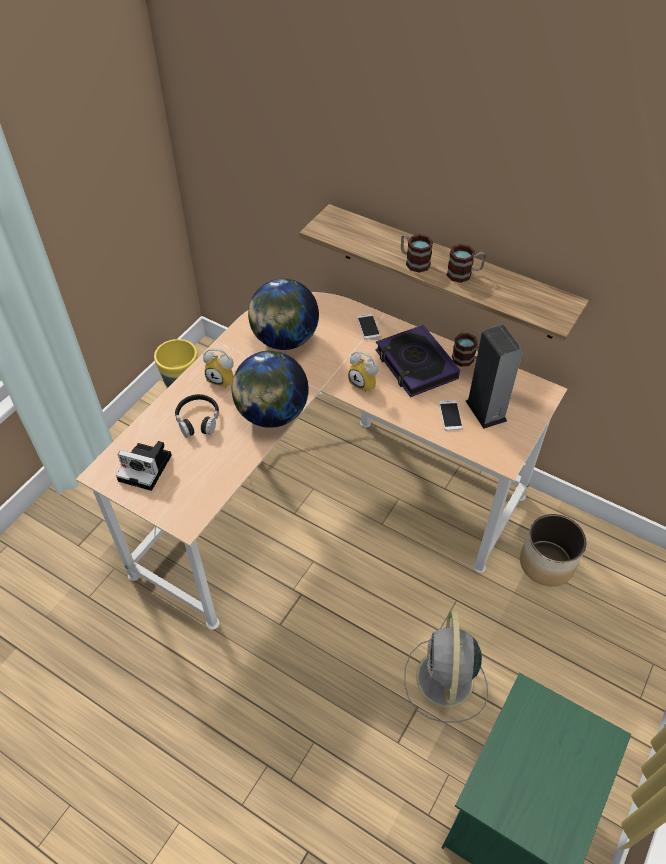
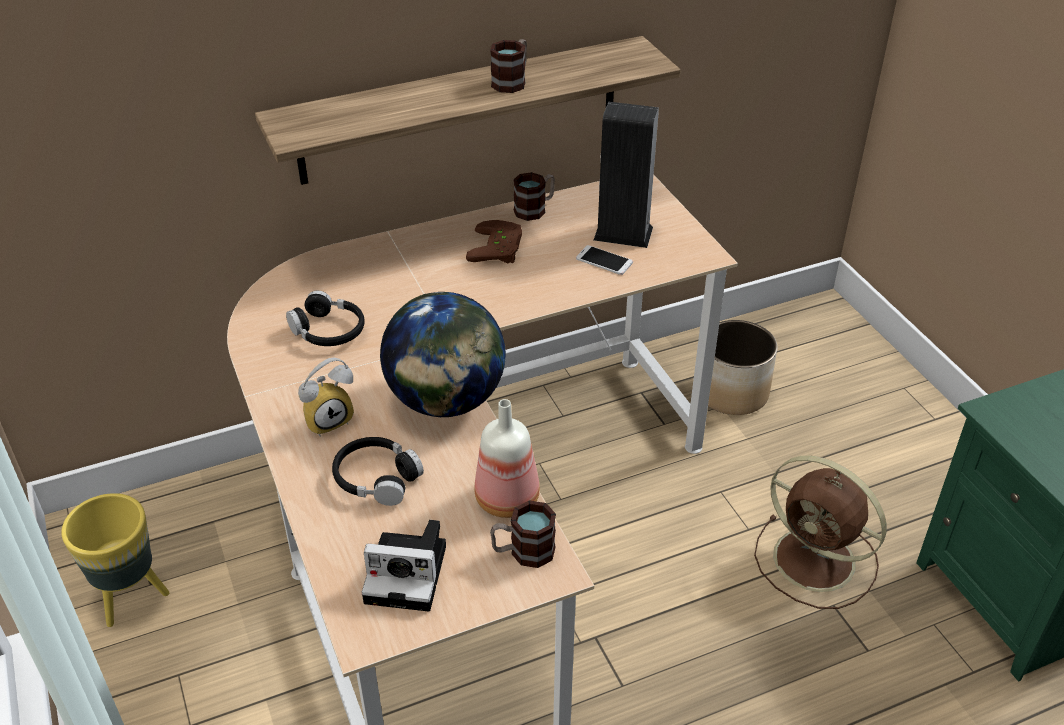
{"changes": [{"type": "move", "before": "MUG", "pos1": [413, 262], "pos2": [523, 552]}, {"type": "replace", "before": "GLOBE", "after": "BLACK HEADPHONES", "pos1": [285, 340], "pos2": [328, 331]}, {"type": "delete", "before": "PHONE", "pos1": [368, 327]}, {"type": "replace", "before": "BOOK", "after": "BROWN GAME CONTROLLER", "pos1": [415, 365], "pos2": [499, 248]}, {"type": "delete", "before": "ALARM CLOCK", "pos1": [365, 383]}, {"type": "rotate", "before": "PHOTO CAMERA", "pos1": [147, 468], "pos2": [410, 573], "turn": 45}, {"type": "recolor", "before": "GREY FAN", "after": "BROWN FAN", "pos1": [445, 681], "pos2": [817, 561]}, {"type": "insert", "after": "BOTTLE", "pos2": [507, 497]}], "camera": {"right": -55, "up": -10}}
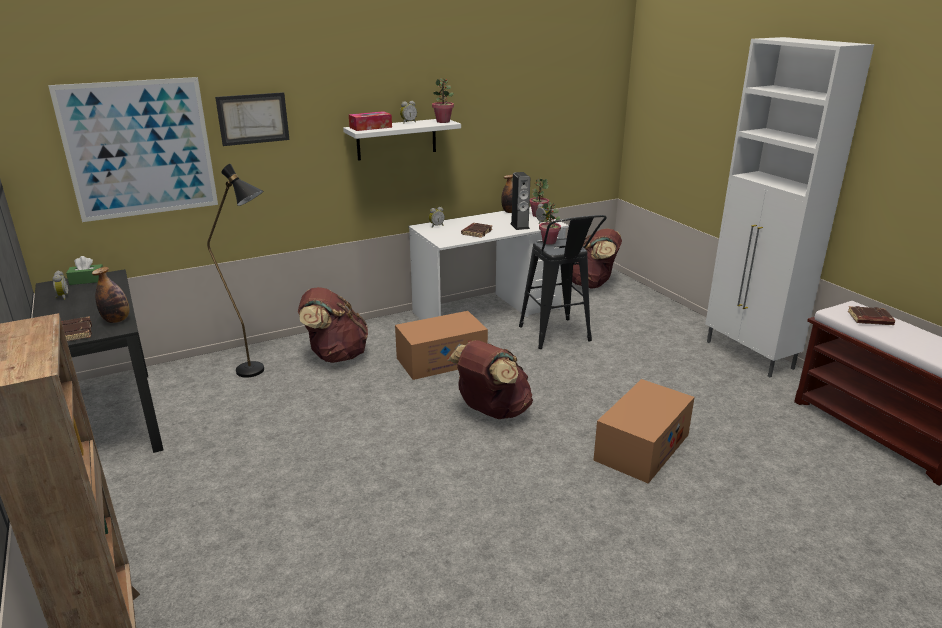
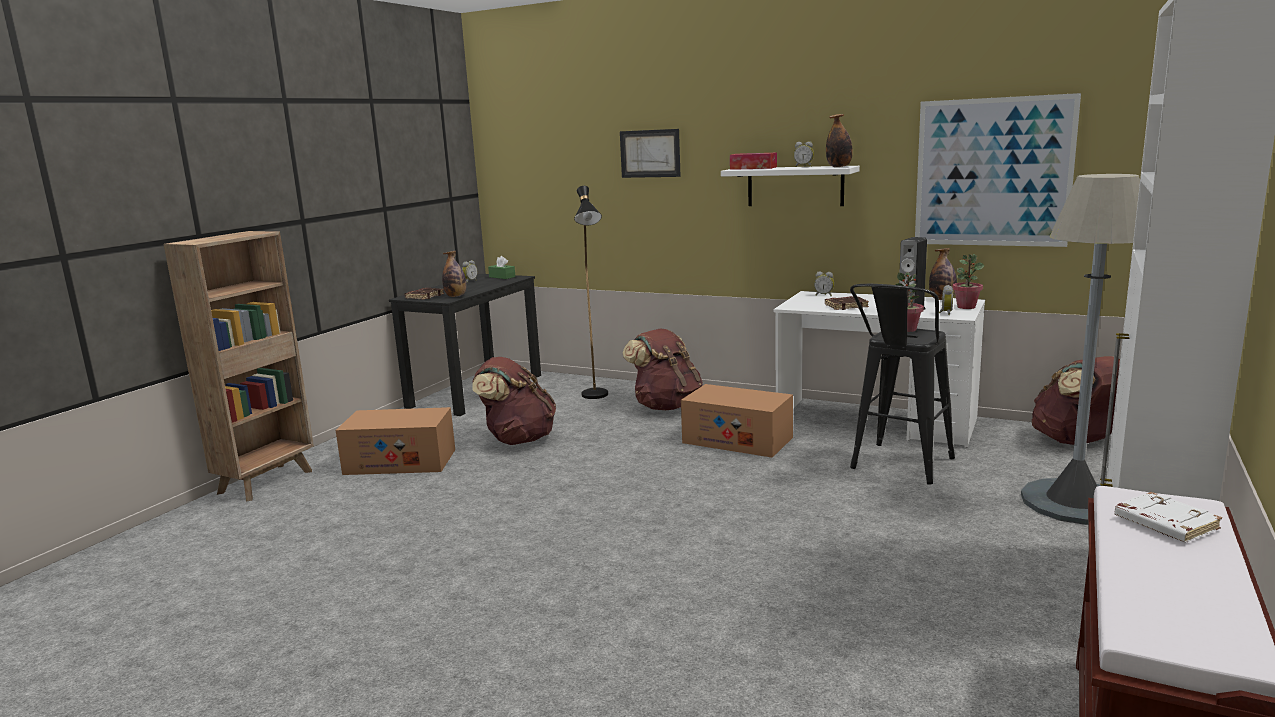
{"changes": [{"type": "move", "before": "PICTURE", "pos1": [139, 149], "pos2": [992, 172]}, {"type": "replace", "before": "POTTED PLANT", "after": "BOTTLE", "pos1": [443, 121], "pos2": [839, 167]}, {"type": "recolor", "before": "BROWN BOOK", "after": "WHITE BOOK", "pos1": [869, 319], "pos2": [1164, 523]}, {"type": "move", "before": "BROWN BACKPACK", "pos1": [491, 411], "pos2": [517, 439]}, {"type": "move", "before": "CARDBOARD BOX", "pos1": [642, 447], "pos2": [400, 461]}, {"type": "insert", "after": "GREY FLOOR LAMP", "pos2": [1074, 502]}], "camera": {"right": 55, "up": -10}}
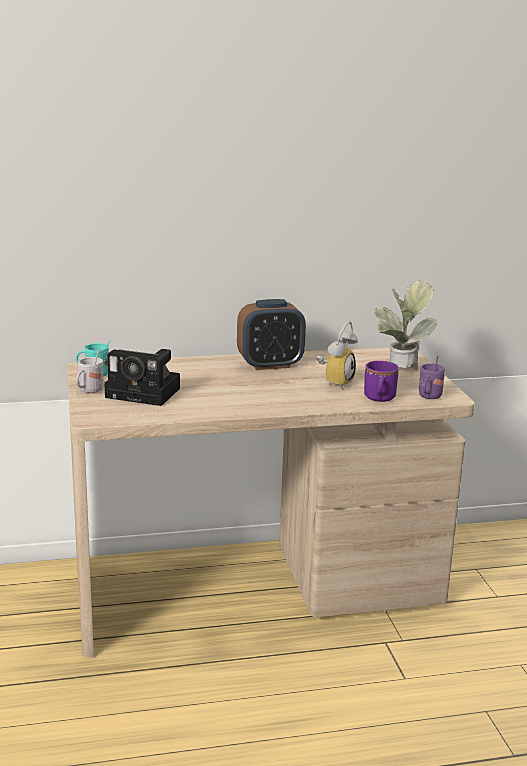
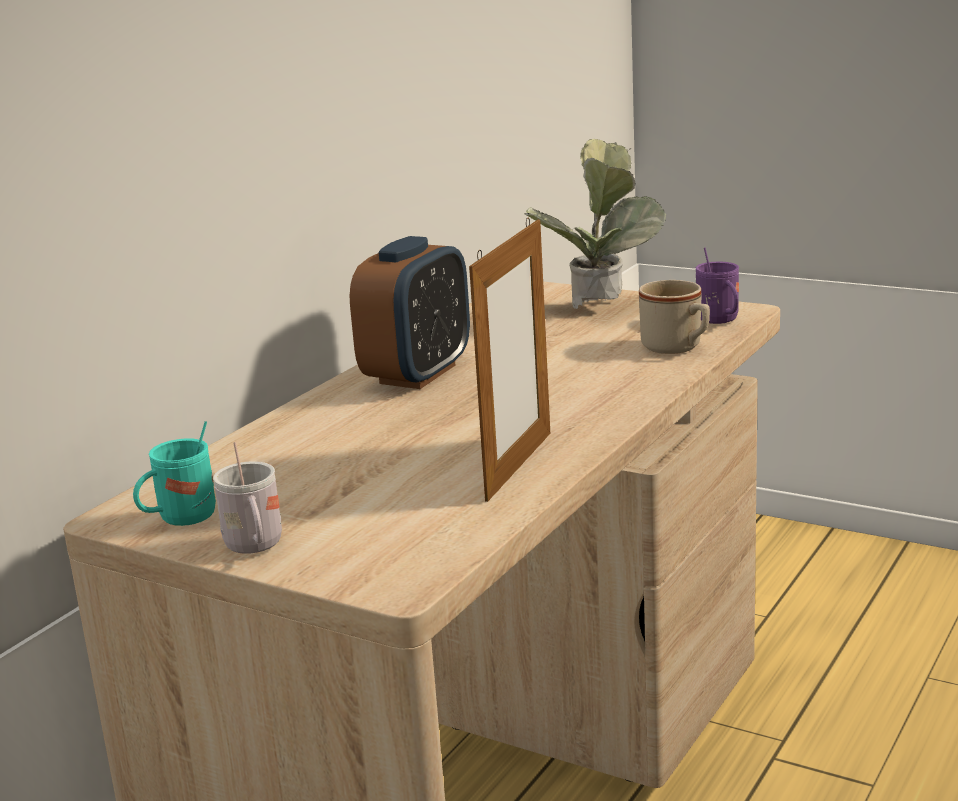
{"changes": [{"type": "delete", "before": "ALARM CLOCK", "pos1": [335, 382]}, {"type": "delete", "before": "PHOTO CAMERA", "pos1": [146, 393]}, {"type": "recolor", "before": "PURPLE MUG", "after": "BEIGE MUG", "pos1": [379, 398], "pos2": [677, 348]}, {"type": "insert", "after": "PICTURE FRAME", "pos2": [519, 465]}], "camera": {"right": -45, "up": 0}}
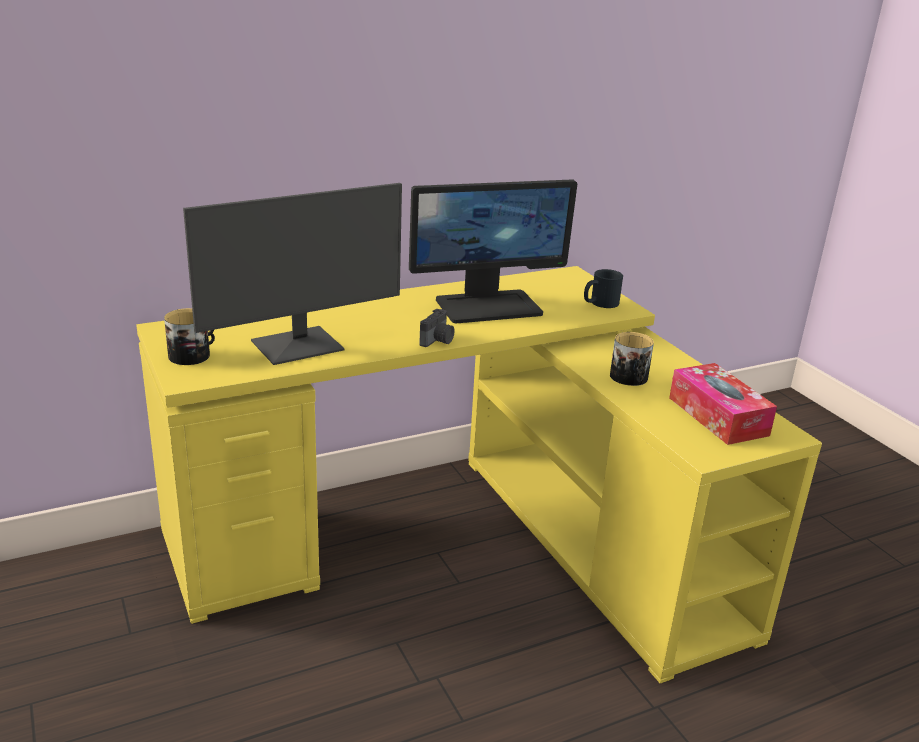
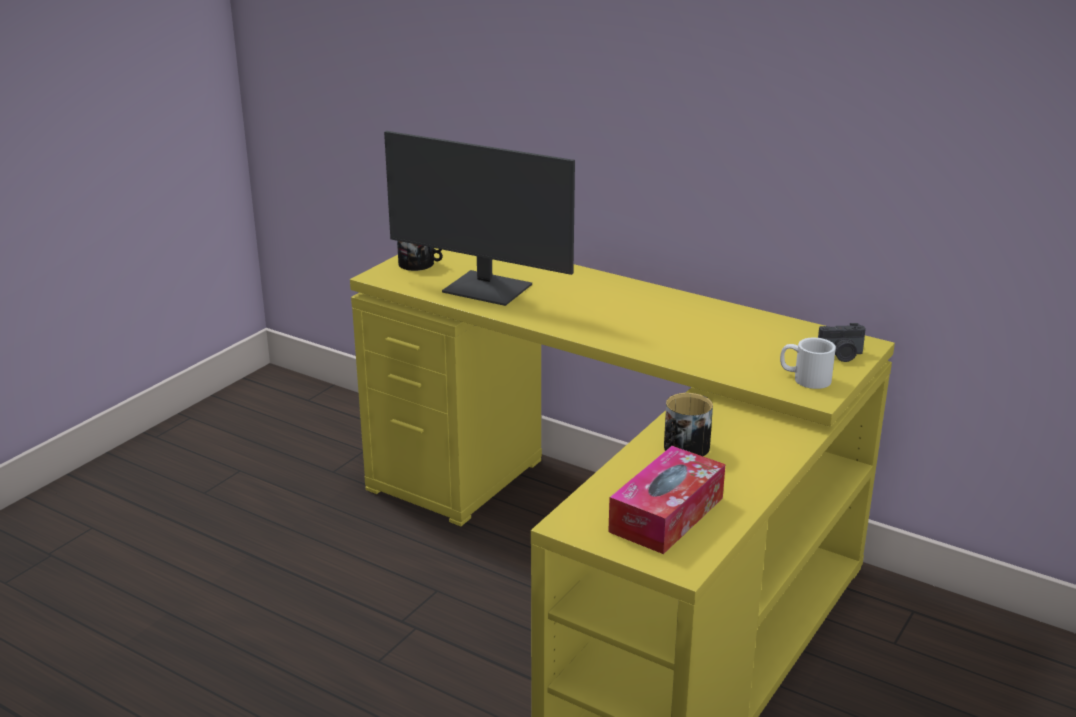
{"changes": [{"type": "delete", "before": "MONITOR", "pos1": [488, 306]}, {"type": "recolor", "before": "BLACK MUG", "after": "WHITE MUG", "pos1": [599, 303], "pos2": [804, 378]}, {"type": "move", "before": "PHOTO CAMERA", "pos1": [438, 340], "pos2": [841, 355]}], "camera": {"right": 60, "up": 0}}
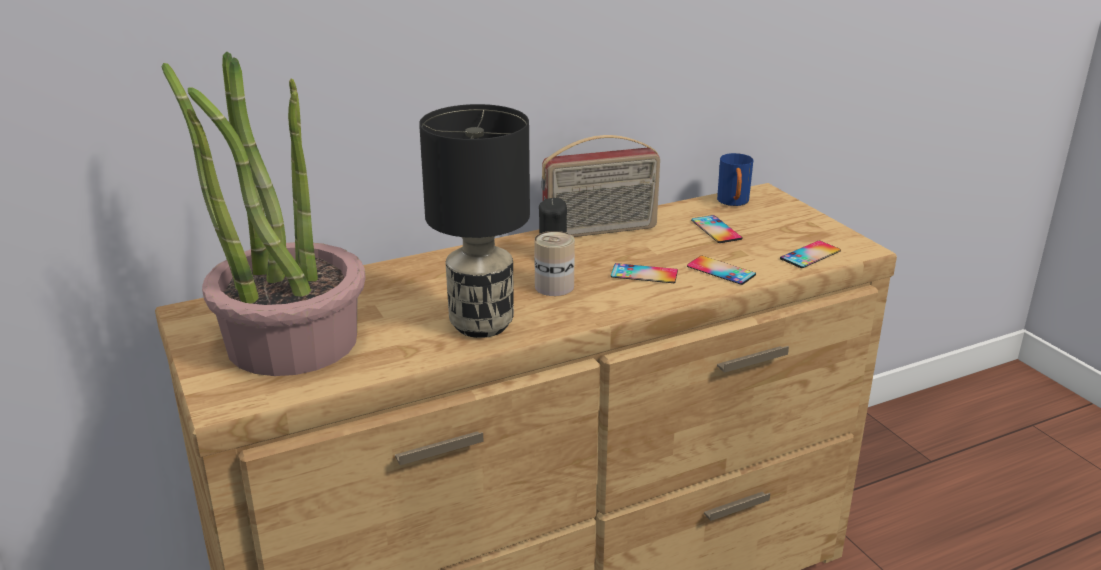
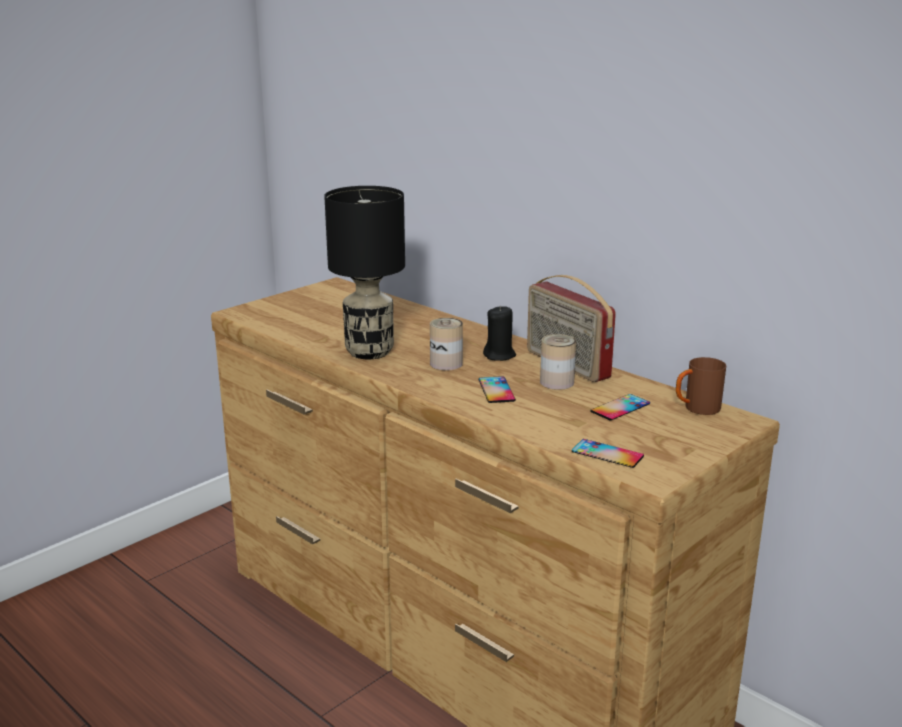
{"changes": [{"type": "delete", "before": "POTTED PLANT", "pos1": [291, 341]}, {"type": "recolor", "before": "BLUE MUG", "after": "BROWN MUG", "pos1": [734, 203], "pos2": [696, 409]}, {"type": "delete", "before": "PHONE", "pos1": [721, 270]}, {"type": "insert", "after": "CAN", "pos2": [557, 382]}], "camera": {"right": 70, "up": -5}}
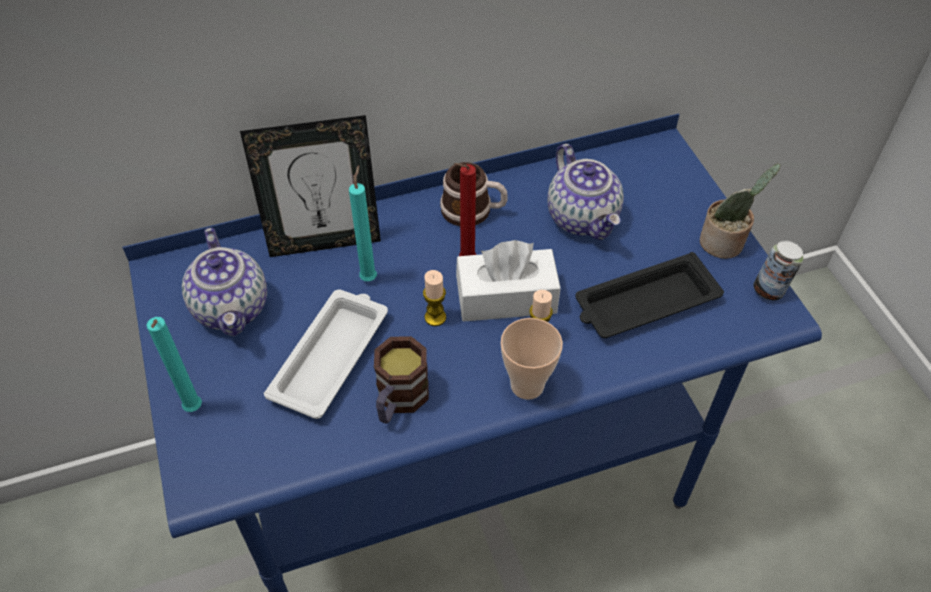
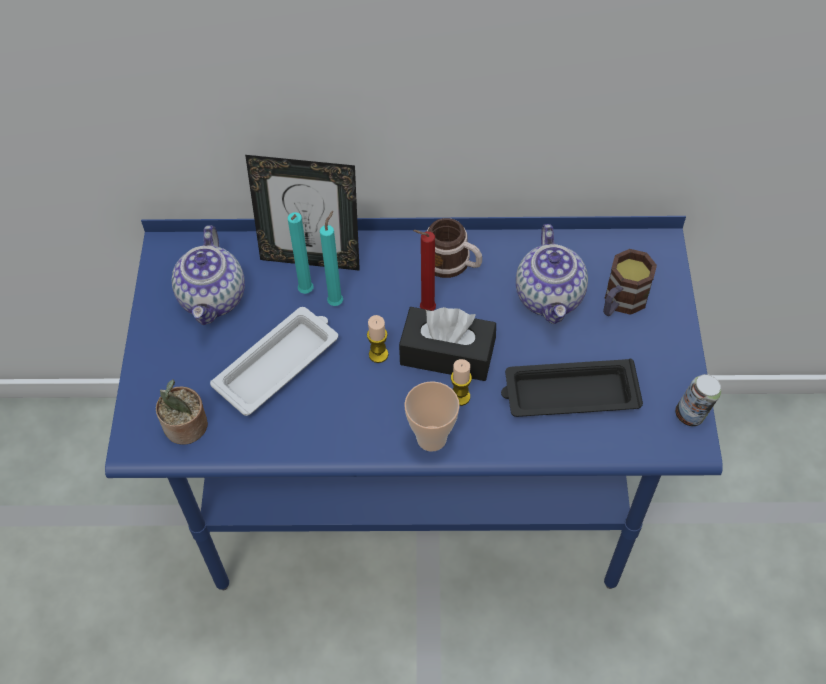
{"changes": [{"type": "move", "before": "POTTED PLANT", "pos1": [724, 244], "pos2": [187, 428]}, {"type": "recolor", "before": "WHITE TISSUE BOX", "after": "BLACK TISSUE BOX", "pos1": [506, 298], "pos2": [447, 354]}, {"type": "move", "before": "TURQUOISE CANDLE", "pos1": [193, 410], "pos2": [305, 293]}, {"type": "move", "before": "MUG", "pos1": [398, 401], "pos2": [620, 302]}], "camera": {"right": 20, "up": 5}}
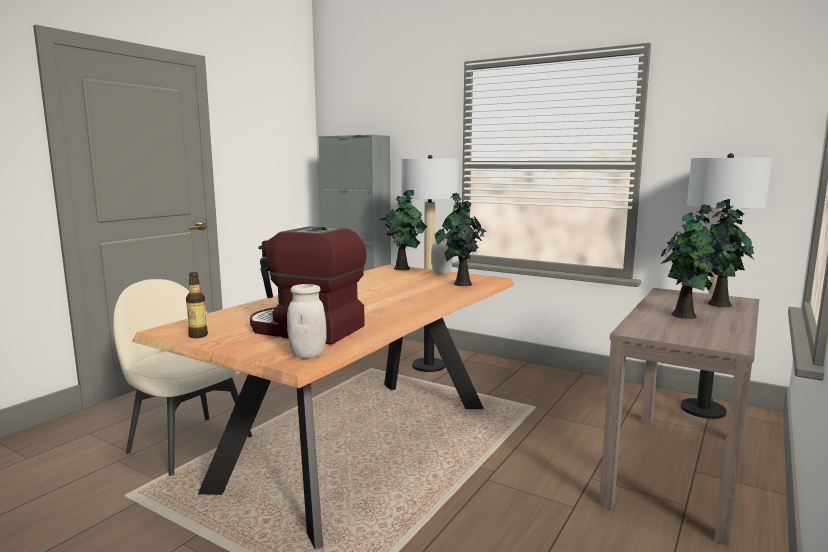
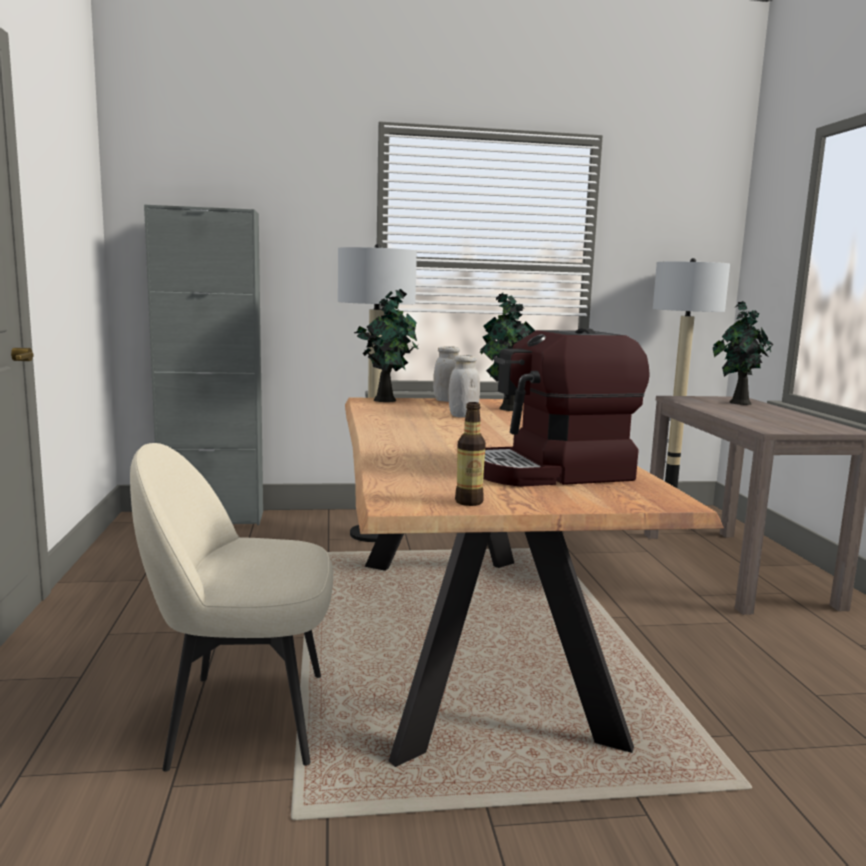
{"changes": [{"type": "delete", "before": "POTTED PLANT", "pos1": [686, 316]}, {"type": "move", "before": "WHITE JAR", "pos1": [308, 354], "pos2": [463, 416]}], "camera": {"right": -40, "up": 0}}
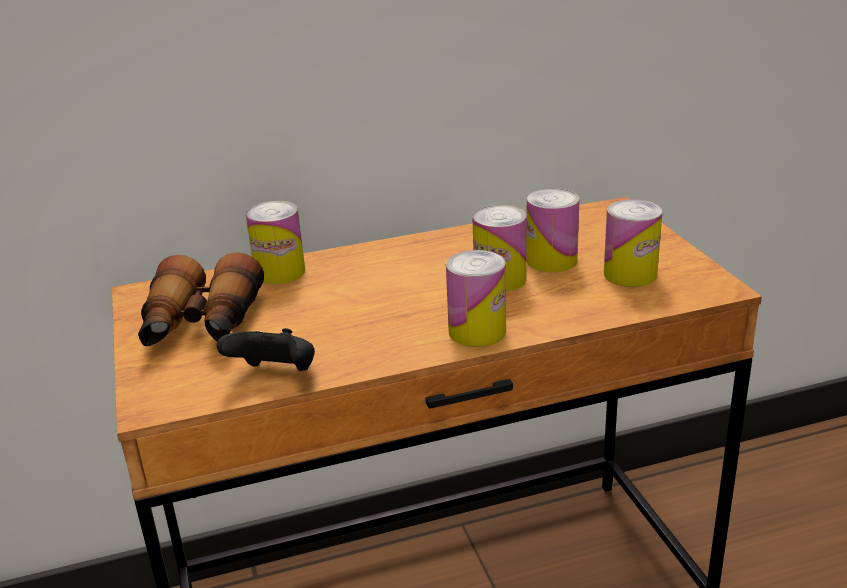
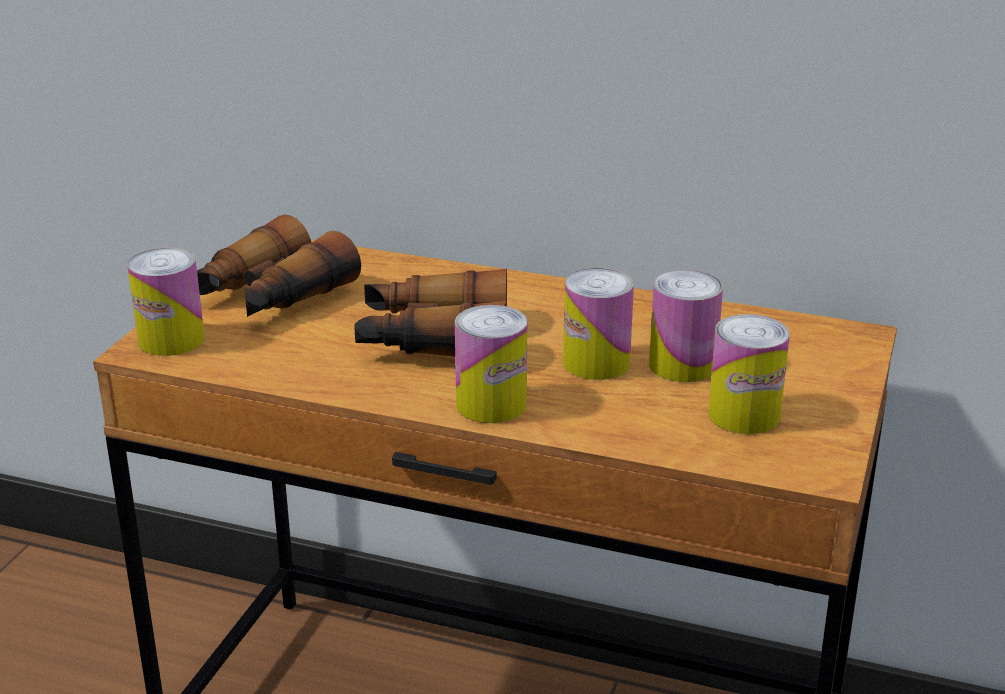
{"changes": [{"type": "move", "before": "CAN", "pos1": [280, 272], "pos2": [171, 340]}, {"type": "delete", "before": "BLACK GAME CONTROLLER", "pos1": [275, 375]}, {"type": "insert", "after": "BINOCULARS", "pos2": [433, 340]}], "camera": {"right": 35, "up": 0}}
